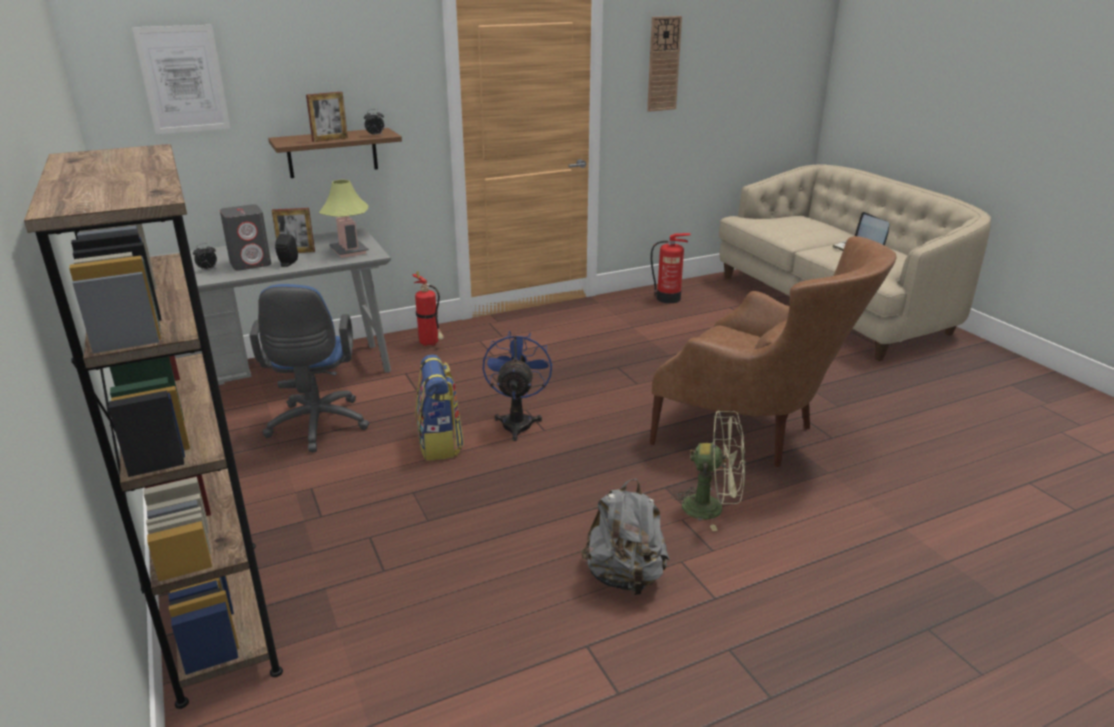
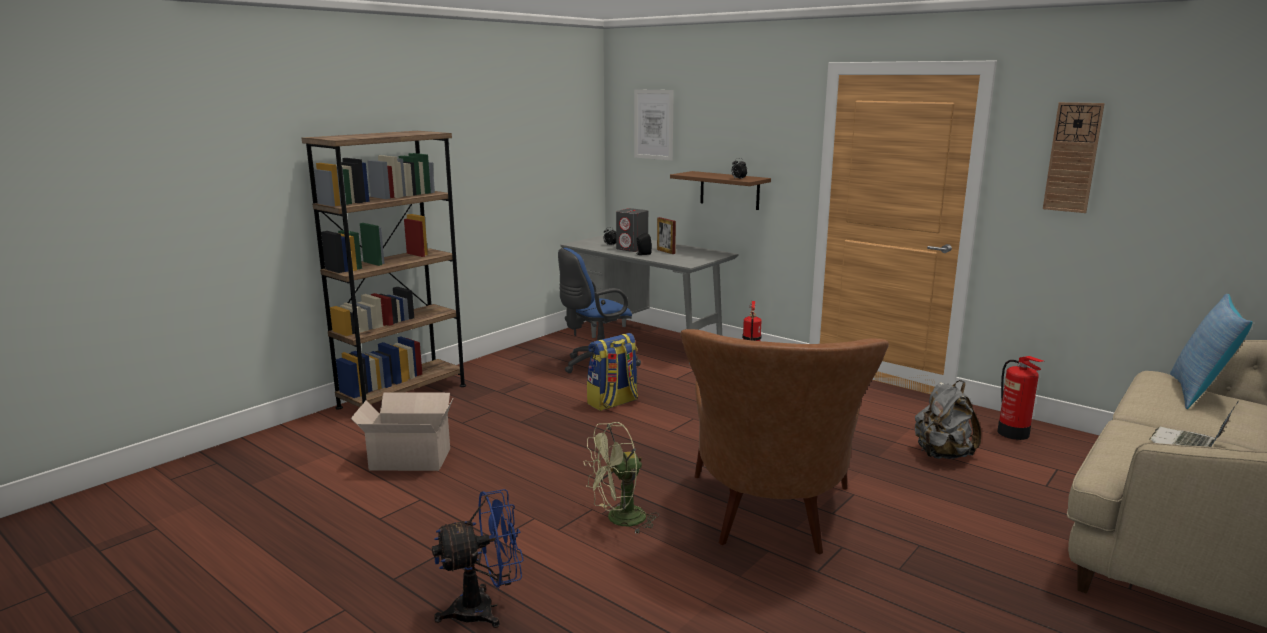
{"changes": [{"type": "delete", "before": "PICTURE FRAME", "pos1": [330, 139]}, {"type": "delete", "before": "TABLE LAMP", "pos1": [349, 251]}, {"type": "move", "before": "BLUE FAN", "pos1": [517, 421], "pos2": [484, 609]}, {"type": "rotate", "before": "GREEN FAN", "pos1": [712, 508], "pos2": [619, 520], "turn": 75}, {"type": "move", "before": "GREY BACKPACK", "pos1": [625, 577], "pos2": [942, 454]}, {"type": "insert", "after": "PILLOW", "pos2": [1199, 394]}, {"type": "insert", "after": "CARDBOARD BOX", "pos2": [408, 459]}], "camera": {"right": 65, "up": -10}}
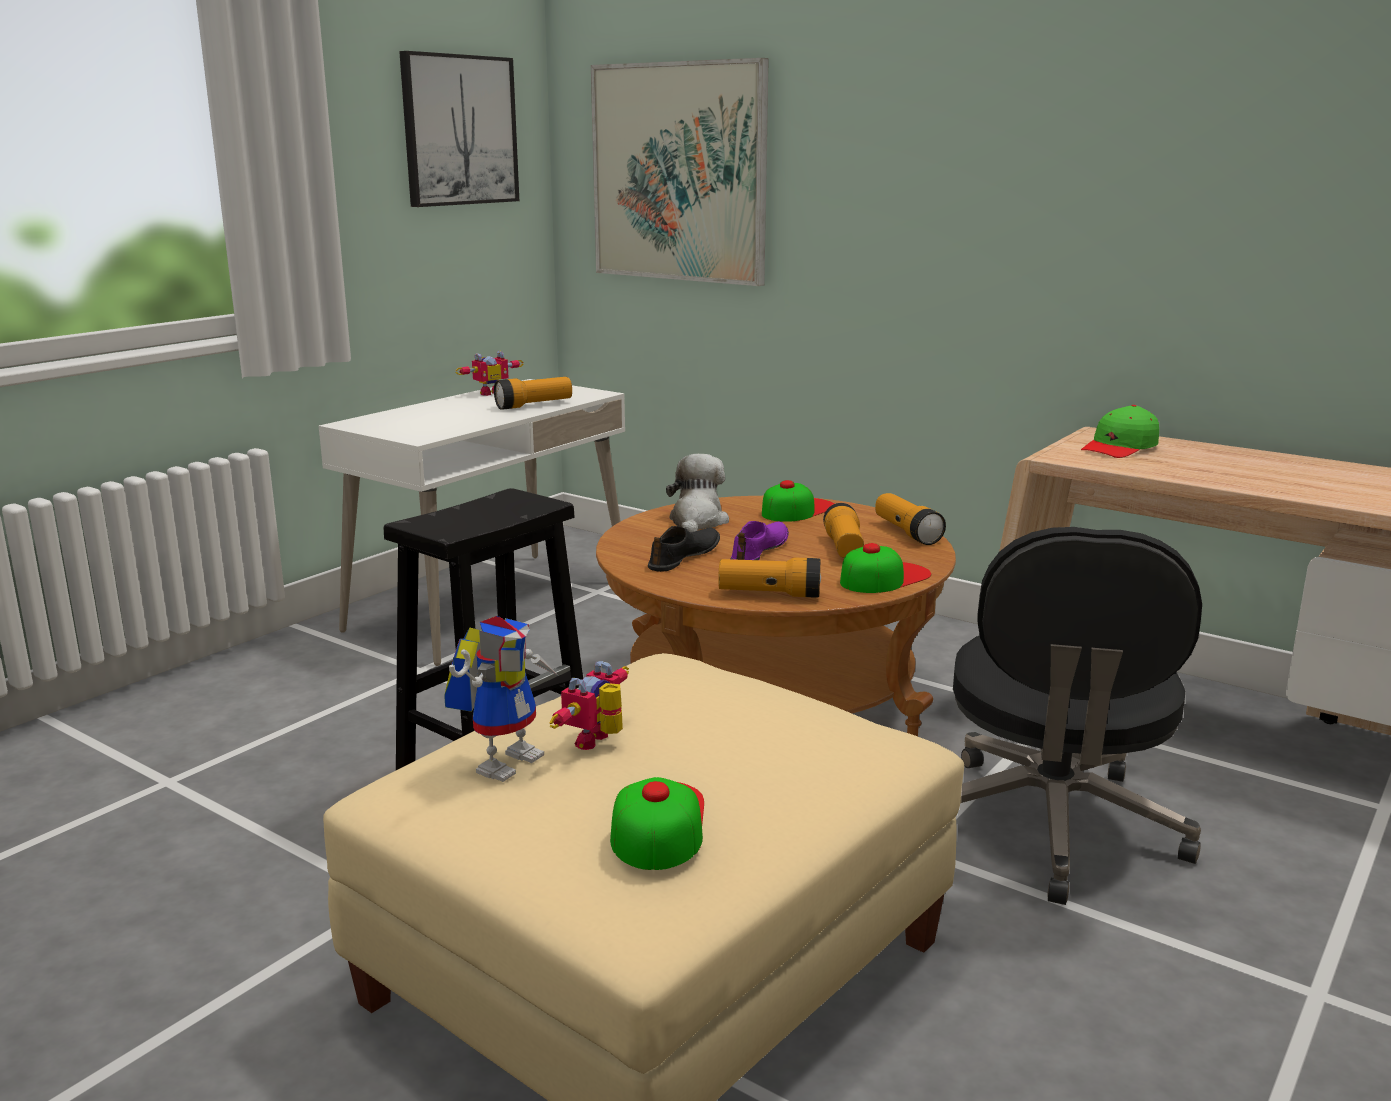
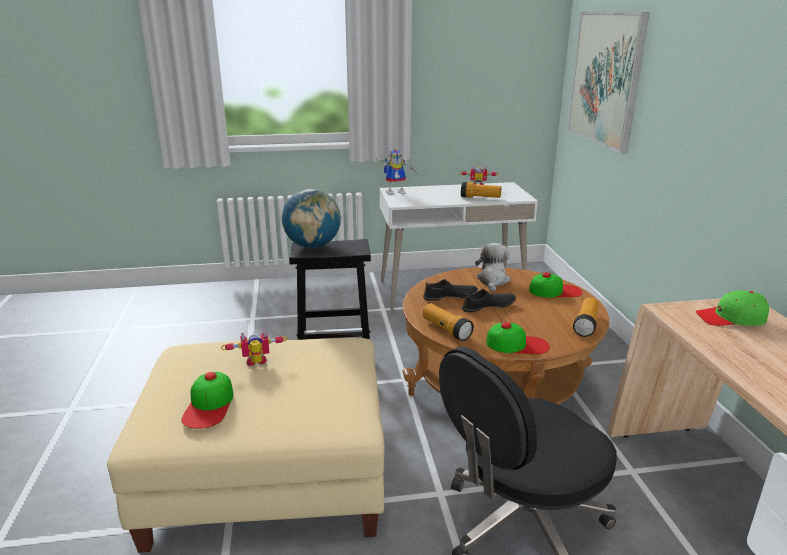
{"changes": [{"type": "delete", "before": "PICTURE", "pos1": [459, 130]}, {"type": "rotate", "before": "PLUSH TOY", "pos1": [697, 522], "pos2": [492, 280], "turn": -45}, {"type": "delete", "before": "FLASHLIGHT", "pos1": [844, 548]}, {"type": "recolor", "before": "PURPLE SHOE", "after": "BLACK SHOE", "pos1": [760, 551], "pos2": [488, 306]}, {"type": "move", "before": "TOY ROBOT", "pos1": [505, 759], "pos2": [396, 192]}, {"type": "rotate", "before": "CAP", "pos1": [657, 823], "pos2": [209, 405], "turn": 135}, {"type": "insert", "after": "GLOBE", "pos2": [313, 246]}], "camera": {"right": 45, "up": 5}}
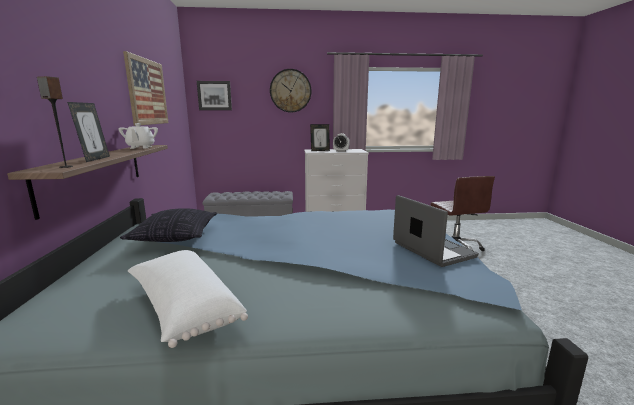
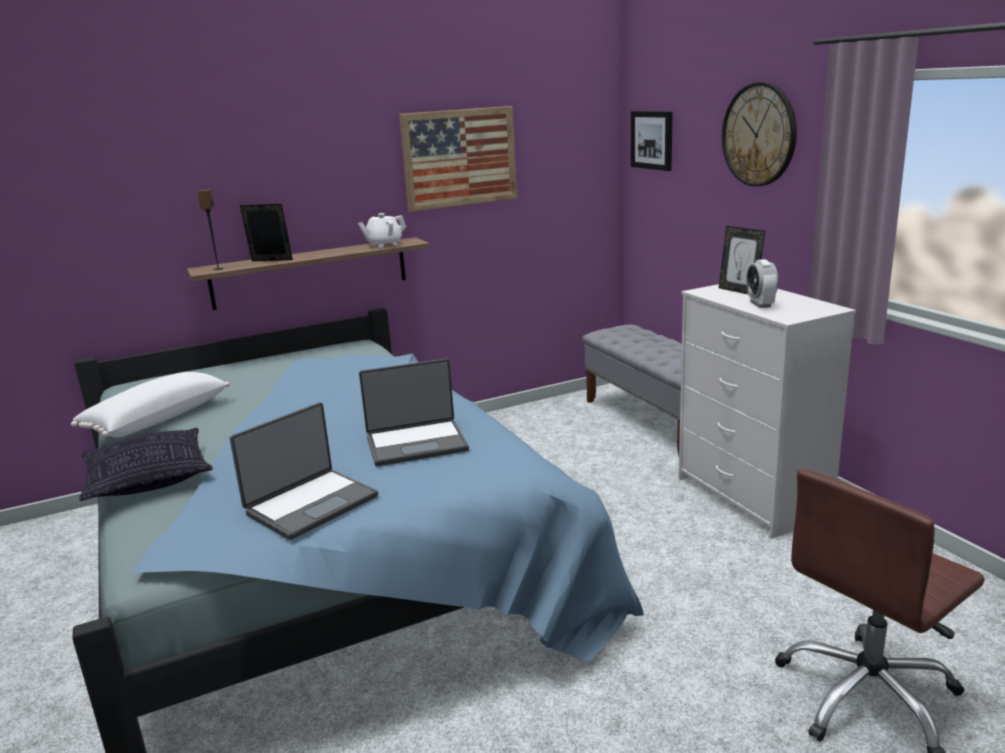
{"changes": [{"type": "rotate", "before": "PICTURE FRAME", "pos1": [95, 159], "pos2": [271, 261], "turn": -150}, {"type": "move", "before": "PILLOW", "pos1": [175, 236], "pos2": [149, 480]}, {"type": "insert", "after": "LAPTOP", "pos2": [416, 443]}], "camera": {"right": 70, "up": 5}}
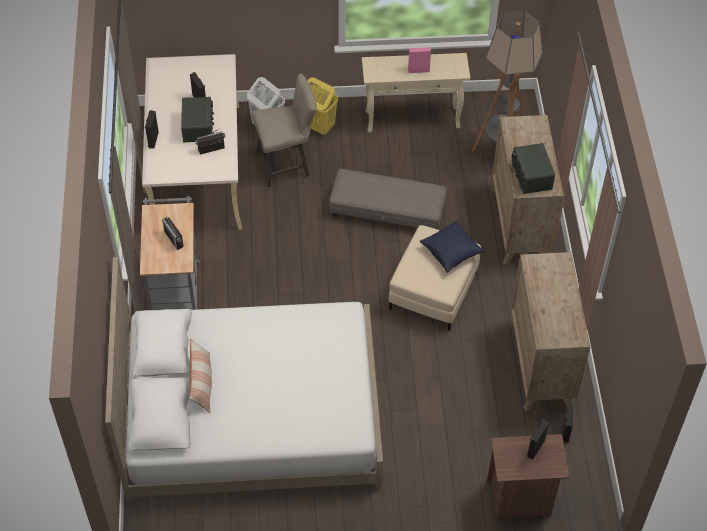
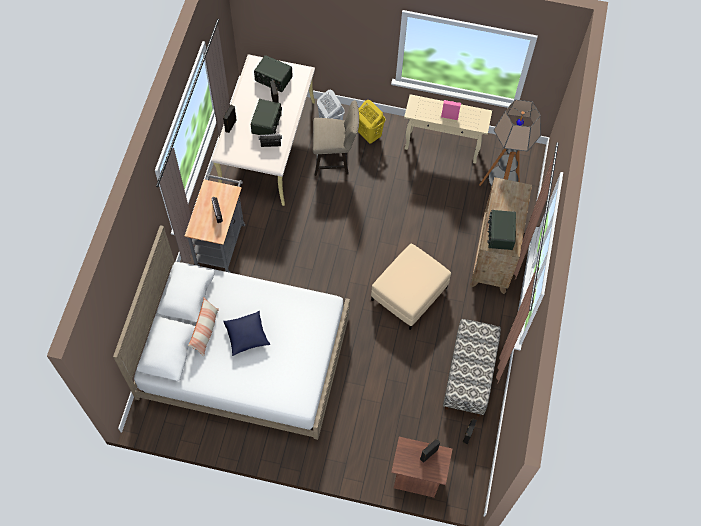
{"changes": [{"type": "delete", "before": "GREY OTTOMAN", "pos1": [387, 210]}, {"type": "move", "before": "BLUE PILLOW", "pos1": [451, 252], "pos2": [247, 336]}, {"type": "replace", "before": "BROWN DRESSER", "after": "BENCH", "pos1": [541, 364], "pos2": [469, 375]}, {"type": "insert", "after": "RADIO", "pos2": [273, 79]}], "camera": {"right": 15, "up": 10}}
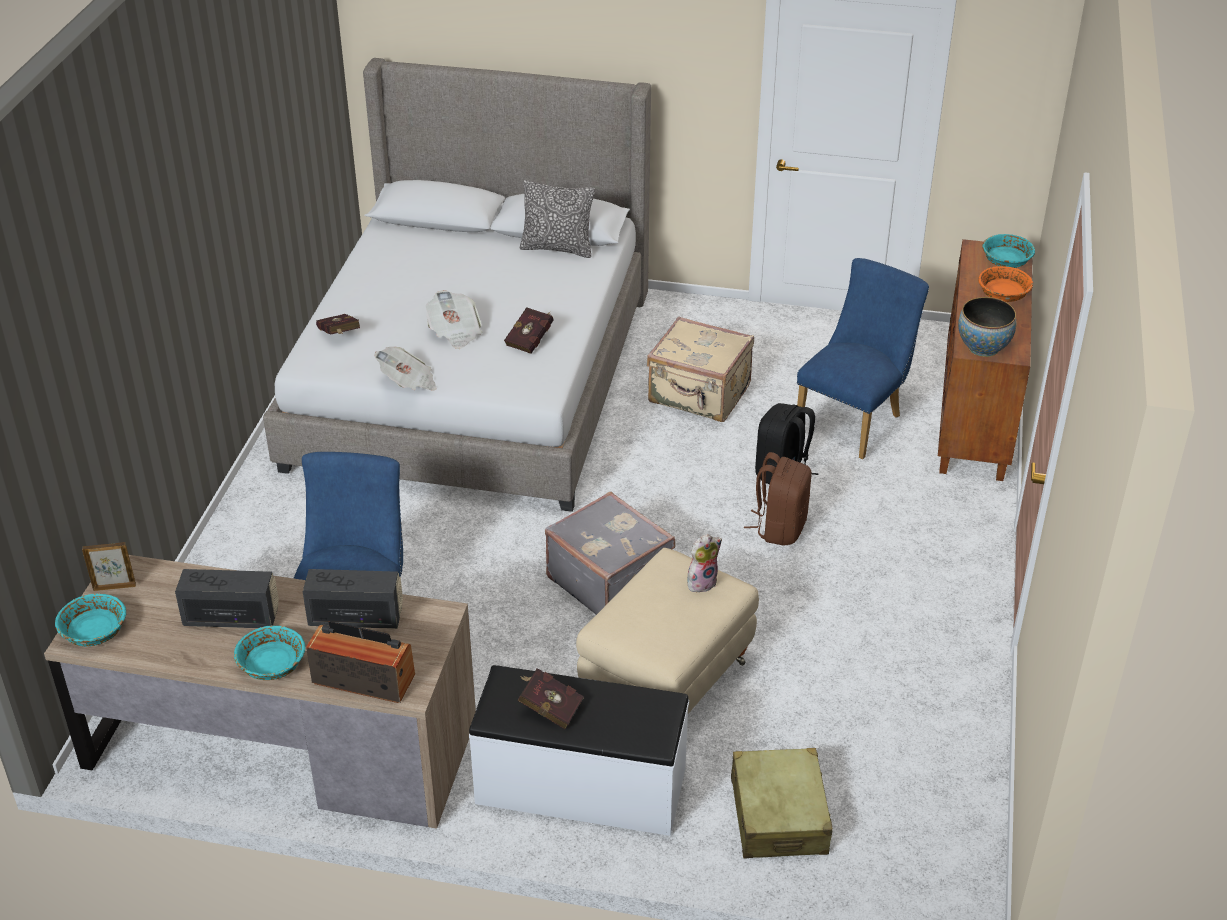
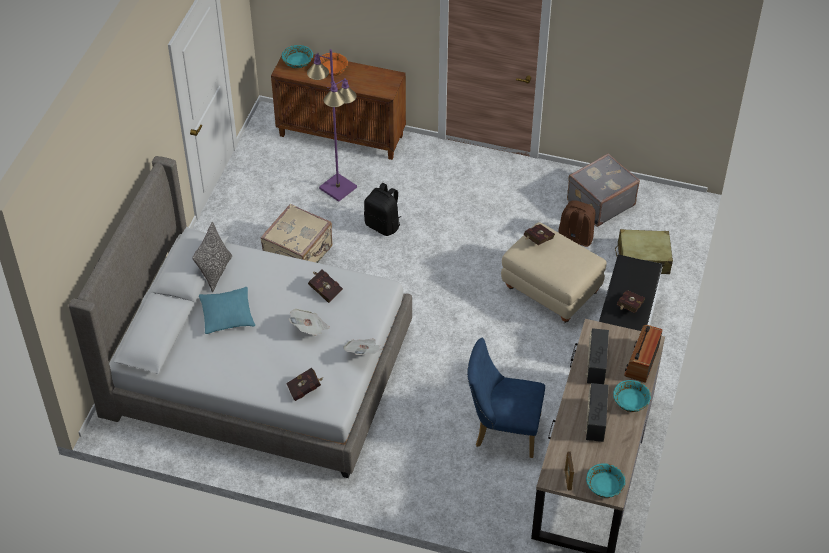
{"changes": [{"type": "replace", "before": "BLUE CHAIR", "after": "PURPLE FLOOR LAMP", "pos1": [854, 420], "pos2": [338, 187]}, {"type": "delete", "before": "BOWL", "pos1": [983, 348]}, {"type": "move", "before": "BROWN BACKPACK", "pos1": [779, 528], "pos2": [574, 239]}, {"type": "move", "before": "GREY SUITCASE", "pos1": [610, 581], "pos2": [599, 203]}, {"type": "replace", "before": "PLUSH TOY", "after": "RED BOOK", "pos1": [702, 582], "pos2": [537, 240]}, {"type": "insert", "after": "TURQUOISE PILLOW", "pos2": [227, 315]}], "camera": {"right": -85, "up": 10}}
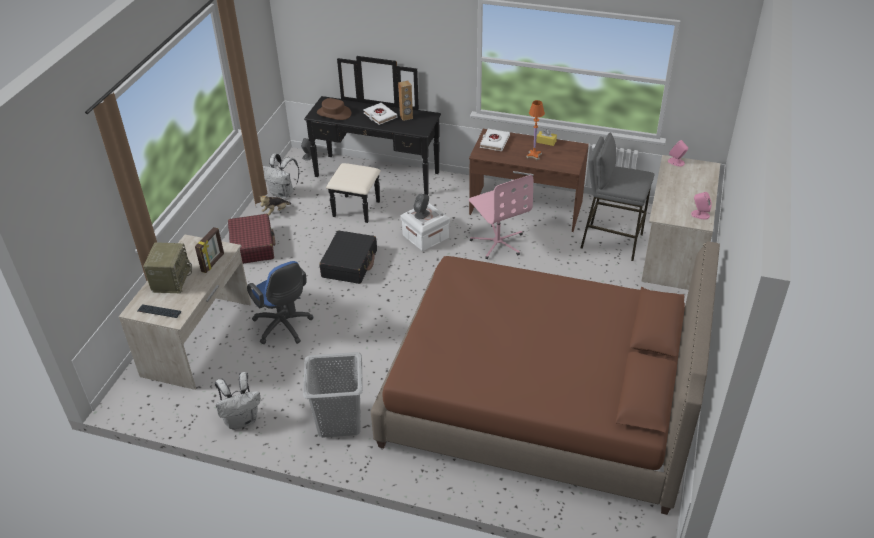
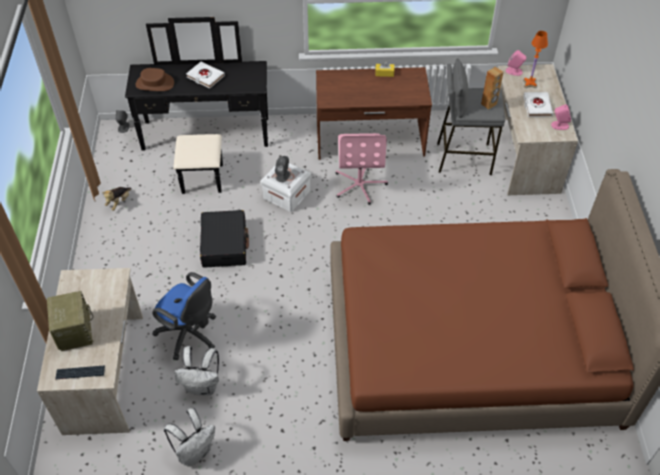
{"changes": [{"type": "move", "before": "BROWN SPEAKER", "pos1": [406, 117], "pos2": [489, 104]}, {"type": "move", "before": "ORANGE TABLE LAMP", "pos1": [533, 155], "pos2": [530, 83]}, {"type": "move", "before": "WHITE BOOK", "pos1": [494, 142], "pos2": [537, 106]}, {"type": "move", "before": "WHITE BACKPACK", "pos1": [283, 193], "pos2": [203, 386]}, {"type": "rotate", "before": "PINK OFFICE CHAIR", "pos1": [498, 242], "pos2": [359, 184], "turn": 45}, {"type": "delete", "before": "RED SUITCASE", "pos1": [252, 246]}, {"type": "delete", "before": "PICTURE FRAME", "pos1": [213, 263]}, {"type": "delete", "before": "GREY LAUNDRY BASKET", "pos1": [339, 420]}], "camera": {"right": -20, "up": 10}}
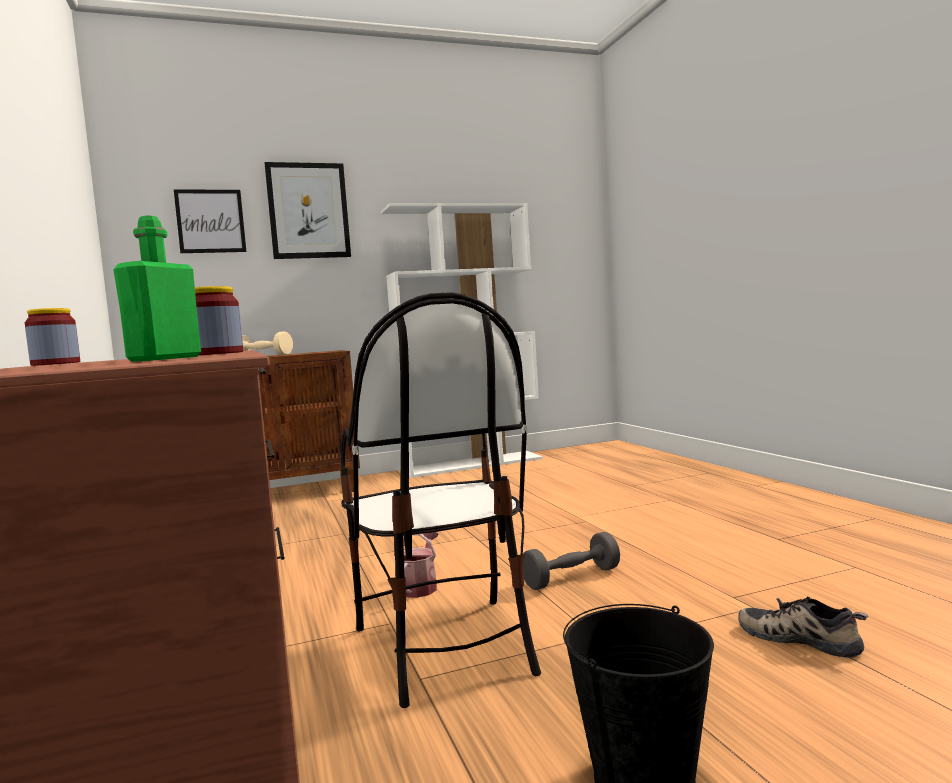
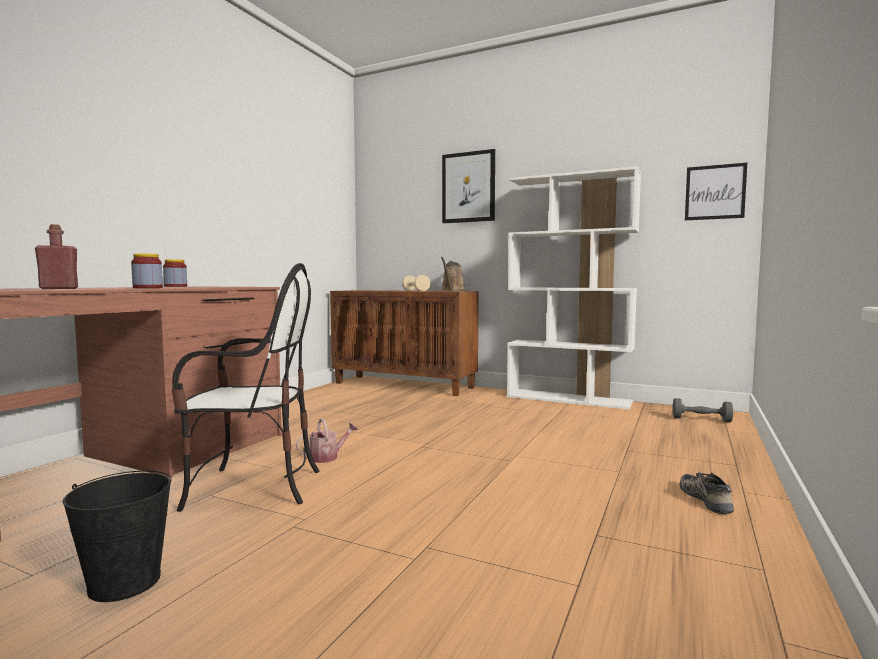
{"changes": [{"type": "move", "before": "PICTURE", "pos1": [210, 221], "pos2": [715, 192]}, {"type": "recolor", "before": "GREEN BOTTLE", "after": "RED BOTTLE", "pos1": [164, 359], "pos2": [59, 289]}, {"type": "rotate", "before": "CHAIR", "pos1": [445, 647], "pos2": [252, 488], "turn": -120}, {"type": "move", "before": "GREY DUMBBELL", "pos1": [571, 578], "pos2": [701, 420]}, {"type": "move", "before": "SHOE", "pos1": [801, 638], "pos2": [707, 499]}, {"type": "insert", "after": "BROWN WATERING CAN", "pos2": [452, 291]}], "camera": {"right": 45, "up": 0}}
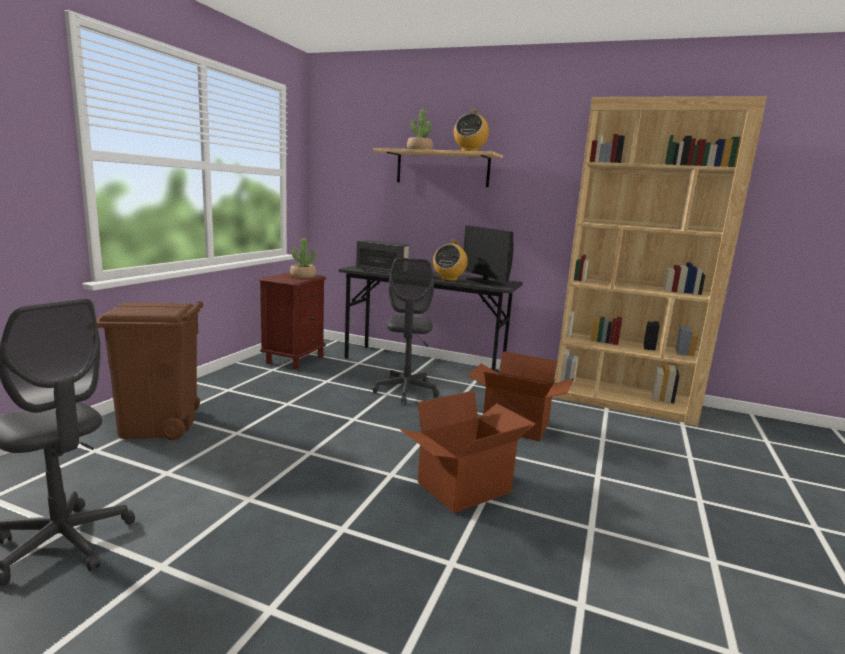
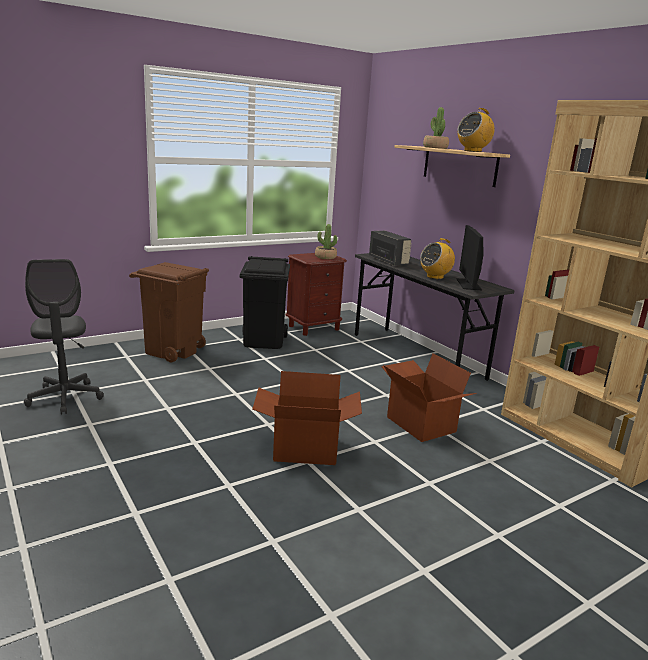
{"changes": [{"type": "delete", "before": "GREY OFFICE CHAIR", "pos1": [406, 391]}, {"type": "insert", "after": "BLACK TRASH CAN", "pos2": [264, 341]}], "camera": {"right": 35, "up": 5}}
